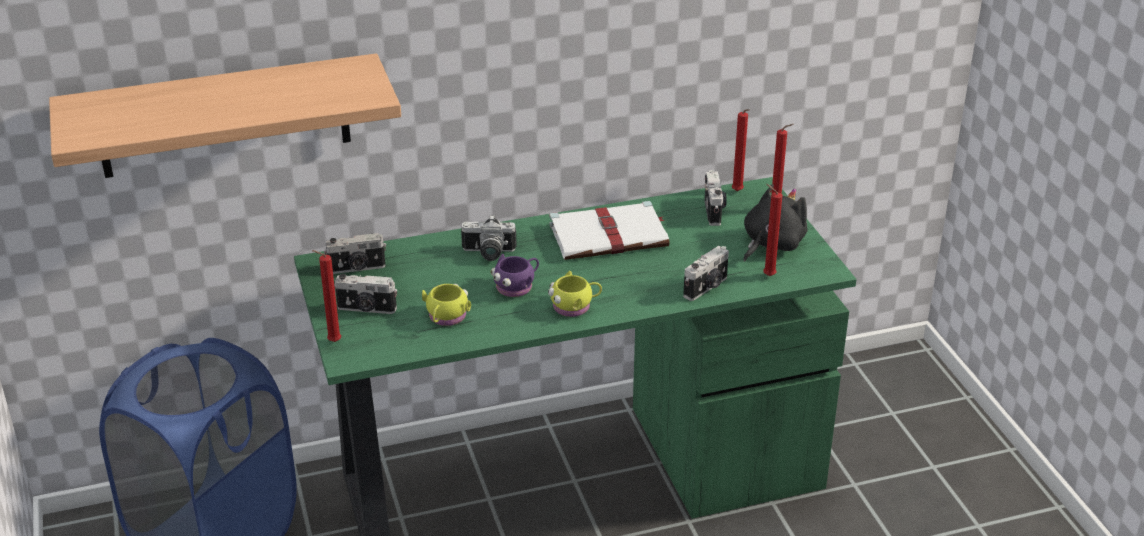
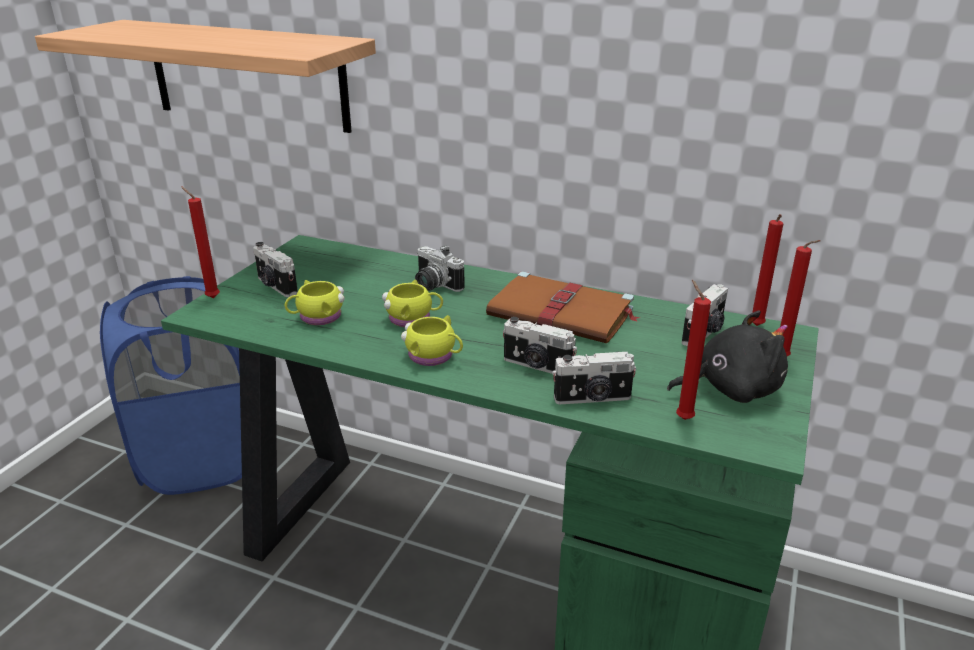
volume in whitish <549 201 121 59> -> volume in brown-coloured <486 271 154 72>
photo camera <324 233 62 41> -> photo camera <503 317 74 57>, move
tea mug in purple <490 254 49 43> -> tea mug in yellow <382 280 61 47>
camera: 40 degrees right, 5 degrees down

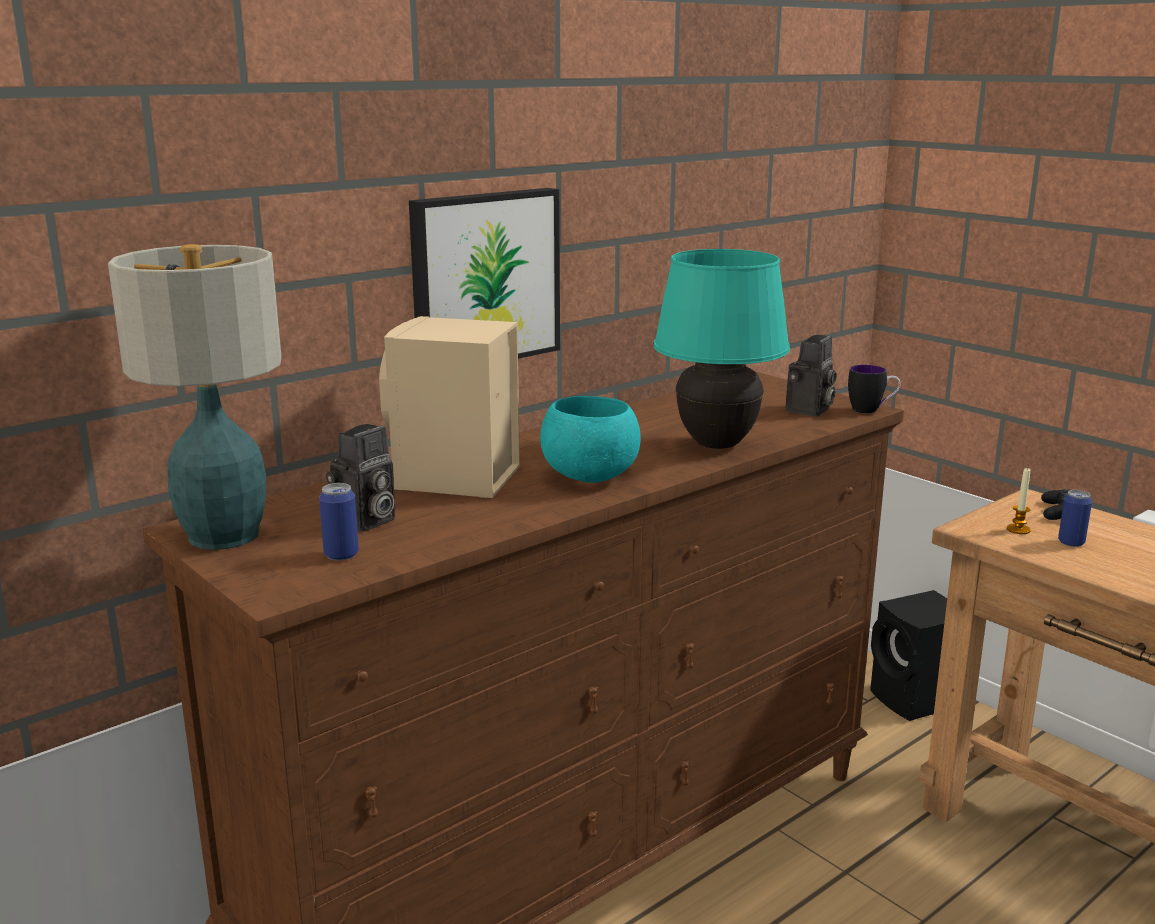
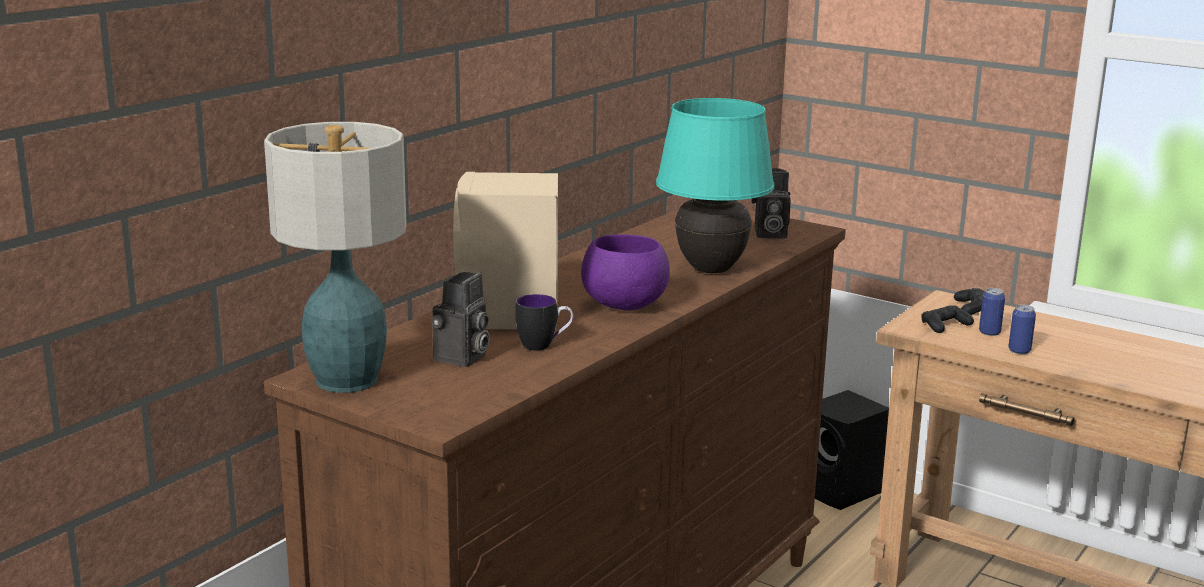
wall art <409 188 151 171> -> none
photo camera <786 335 51 82> -> photo camera <751 168 40 71>, 75 degrees clockwise
tea mug <848 365 53 48> -> tea mug <515 294 58 57>, move
bowl in blue-green <540 396 101 87> -> bowl in purple <581 234 89 76>
candle <1007 467 24 67> -> game controller in black-coloured <921 306 53 27>
can <319 483 40 78> -> can <1008 305 28 49>, move
camera: 15 degrees left, 0 degrees up

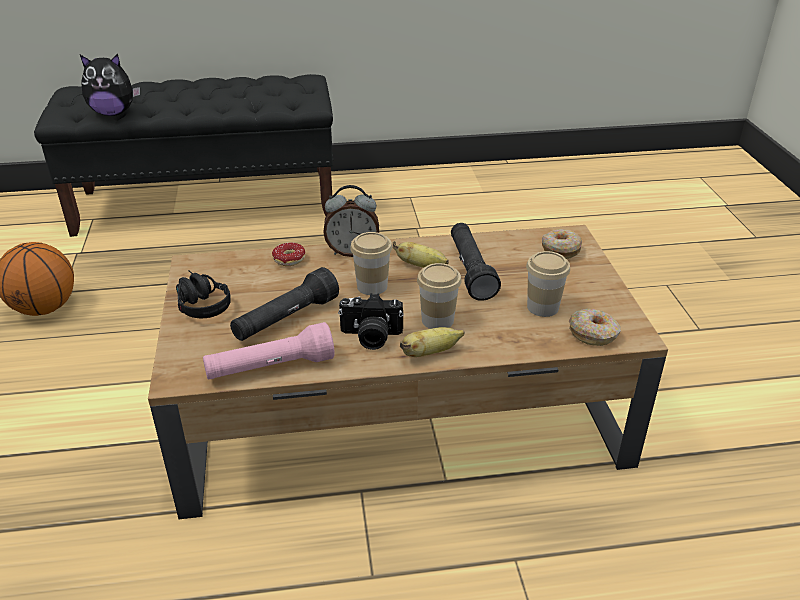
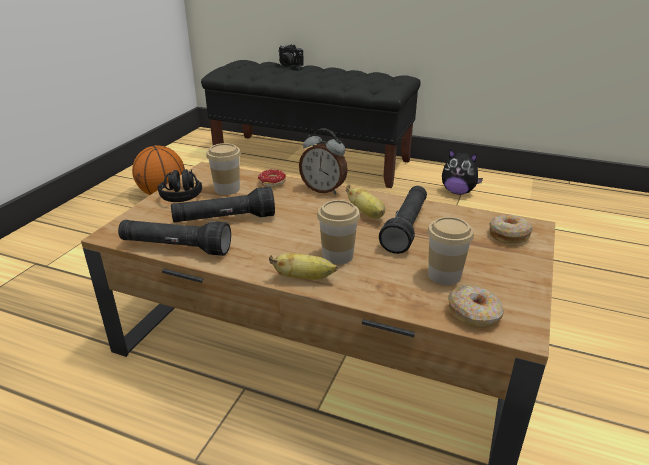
plush toy <80 54 60 62> -> plush toy <442 149 41 46>, move
small cup <350 232 42 63> -> small cup <206 143 35 52>, move
photo camera <338 293 66 57> -> photo camera <278 44 26 22>, move
hand torch in pink <203 322 132 57> -> hand torch in black-coloured <118 220 113 36>
camera: 30 degrees right, 5 degrees down

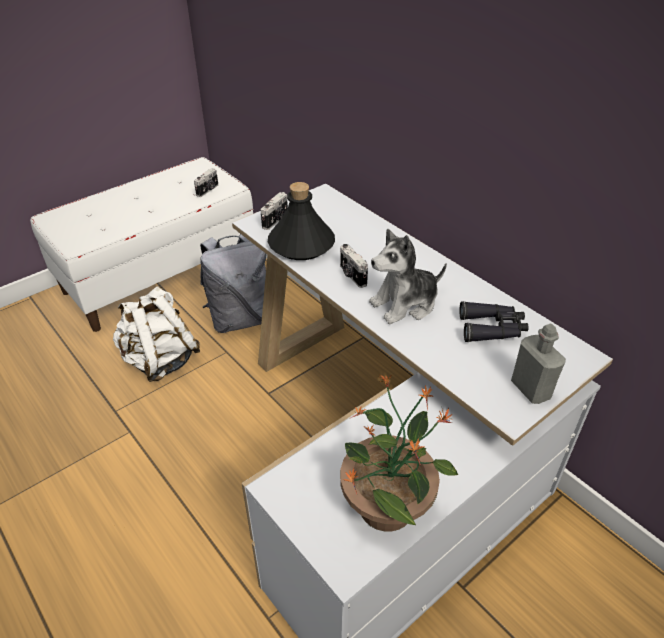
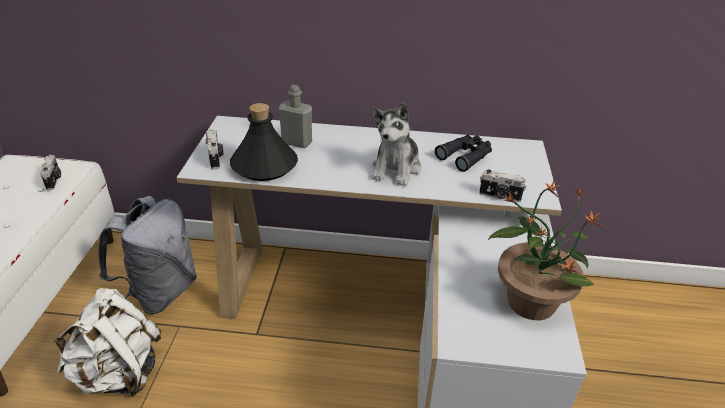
photo camera <340 244 28 44> -> photo camera <479 170 47 32>, move
beverage bottle in grey <511 324 55 80> -> beverage bottle in grey <279 85 33 63>, move
camera: 45 degrees left, 5 degrees down

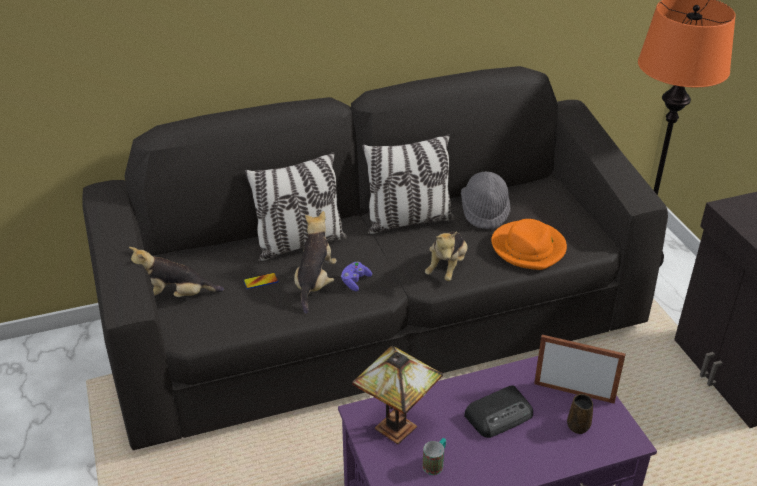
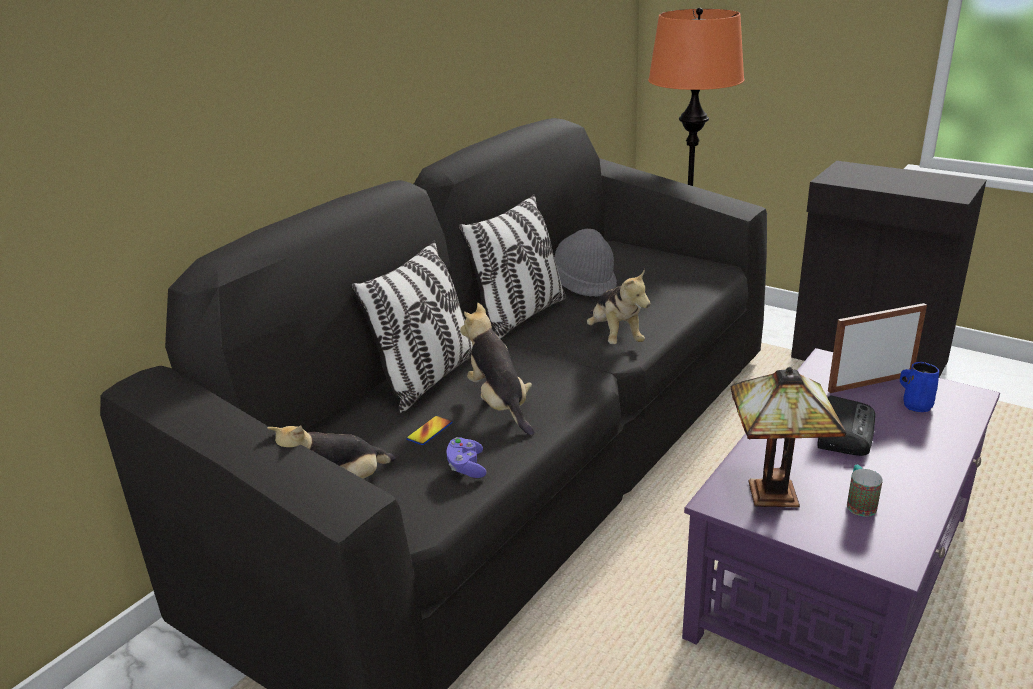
hat in orange <491 219 76 51> -> none
game controller in purple <341 262 31 29> -> game controller in purple <447 437 40 41>, move
tea mug in brown-coloured <567 394 26 40> -> tea mug in bluish <900 362 39 50>
camera: 35 degrees left, 10 degrees down

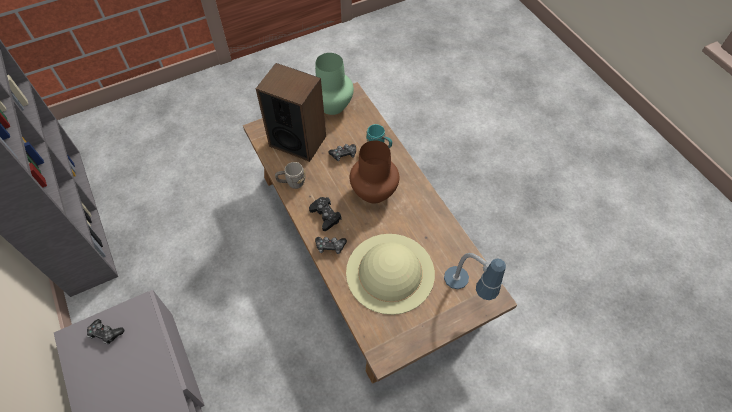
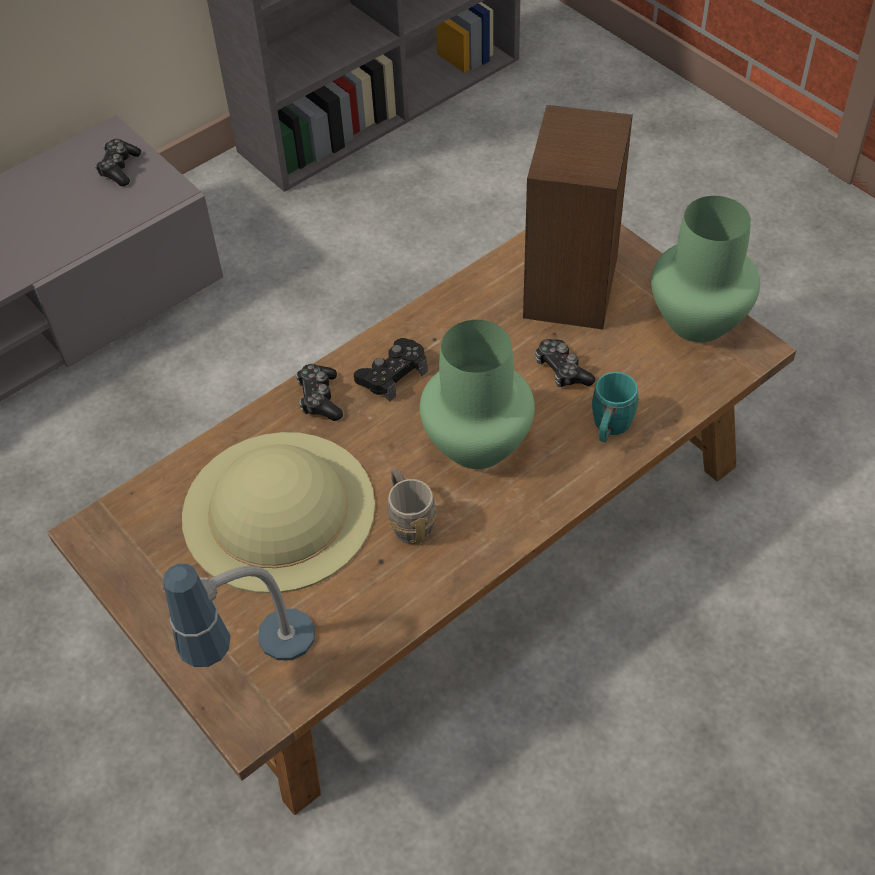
decorative vase in brown-coloured <350 140 49 64> -> decorative vase in green-coloured <420 320 115 149>
tea mug in grey <275 162 30 27> -> tea mug in grey <388 469 49 75>, move
camera: 80 degrees right, 5 degrees down

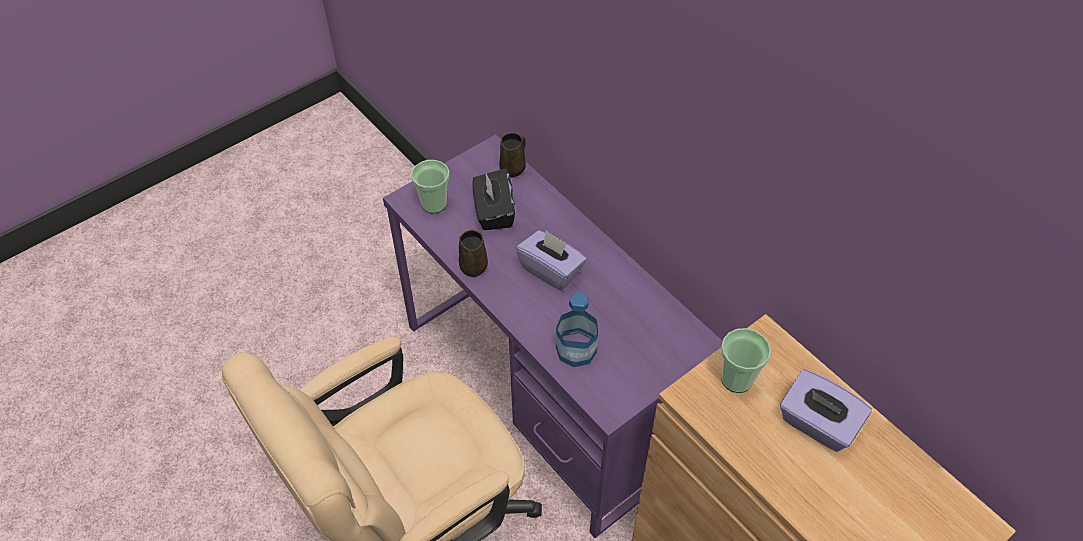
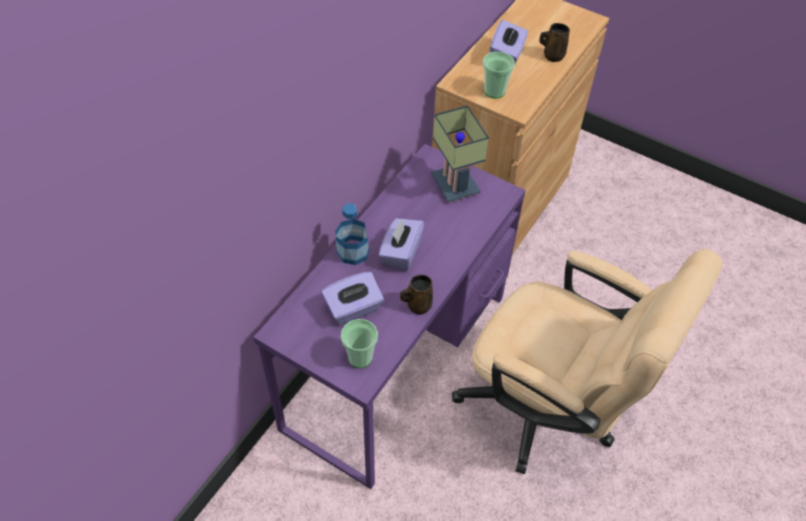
tea mug in brown-coloured <499 133 27 45> -> tea mug in brown-coloured <539 23 31 39>, move
box of tissues in black-coloured <472 168 43 62> -> box of tissues in purple <321 272 63 53>
beverage bottle <556 292 42 75> -> beverage bottle <335 203 34 62>, move
none -> tabletop lamp <431 106 58 96>
camera: 110 degrees left, 0 degrees up

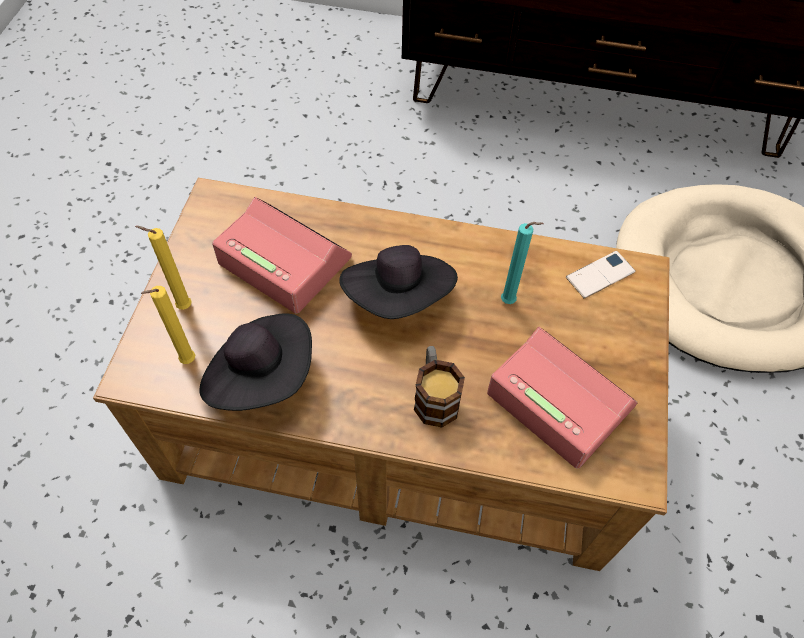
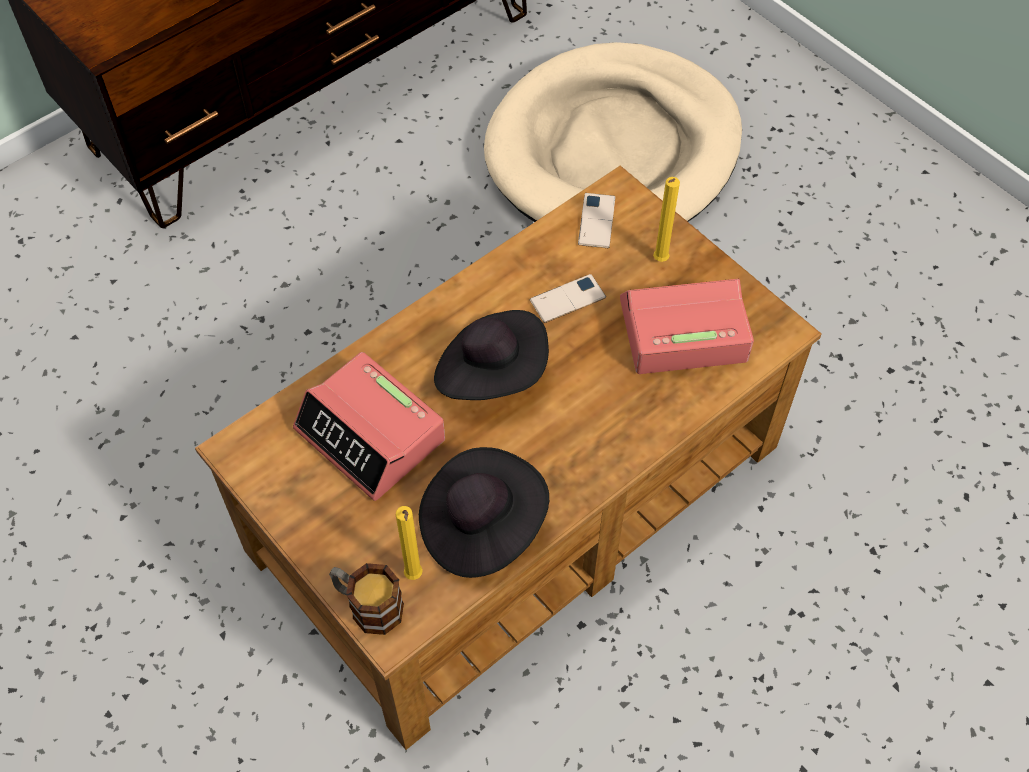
table clock <212 197 140 116> -> table clock <293 352 152 149>, 120 degrees counterclockwise
candle in blue-green <501 222 43 82> -> handset <530 274 76 49>
candle in yellow <135 226 57 84> -> candle in yellow <653 177 27 85>, move
tea mug <414 346 51 82> -> tea mug <329 563 75 72>, move
camera: 50 degrees left, 0 degrees up

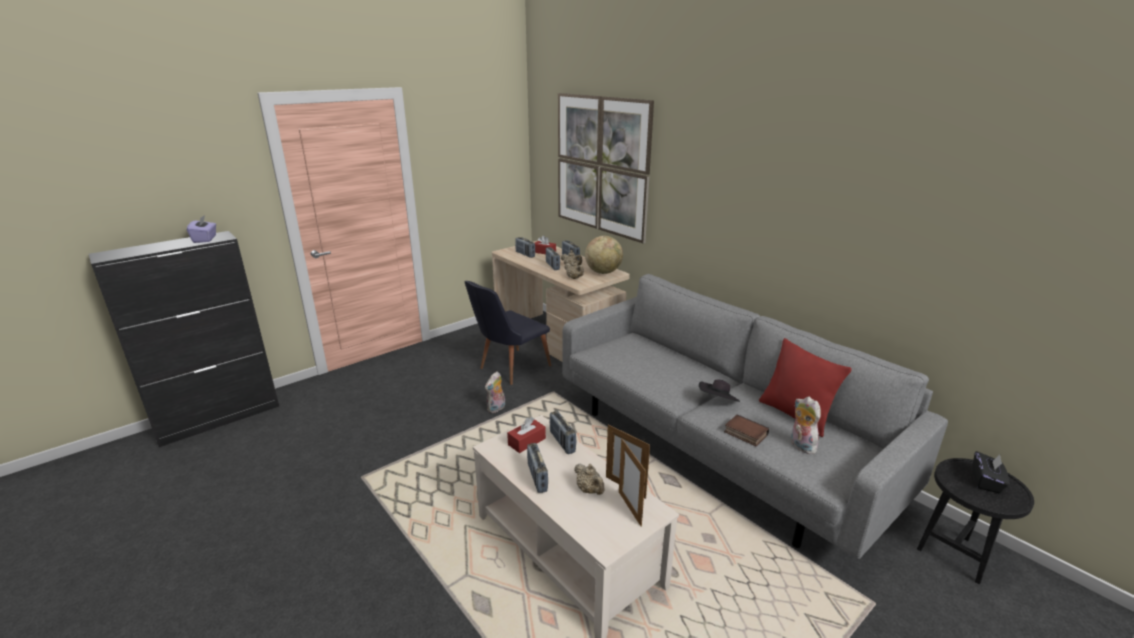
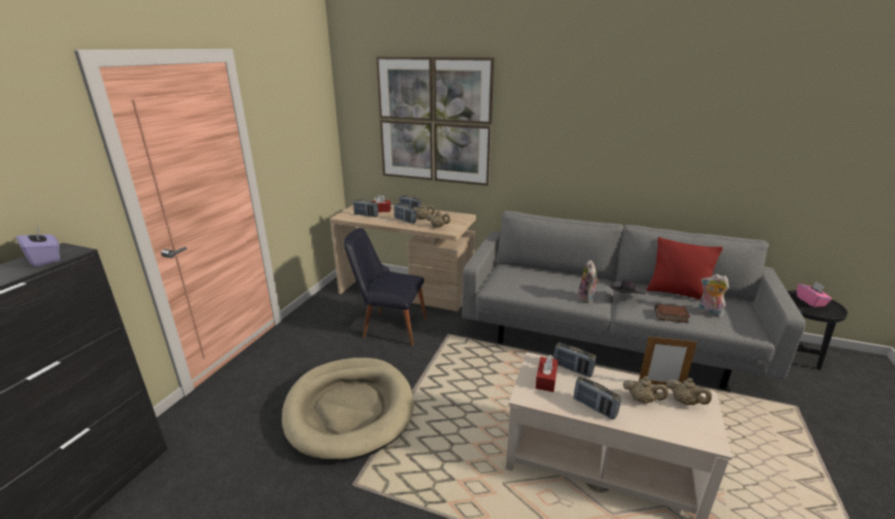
world globe <585 236 38 38> -> none
chair in black-coloured <465 281 86 104> -> chair in black-coloured <344 228 83 118>, 90 degrees clockwise
plush toy <485 371 20 42> -> plush toy <578 260 21 43>, move
standing frame <619 439 27 88> -> pot for tea in beige <666 378 46 27>
box of tissues in black-coloured <973 451 36 42> -> box of tissues in pink <797 281 35 26>
none -> dog cushion in beige <282 358 132 103>
camera: 30 degrees left, 0 degrees up

